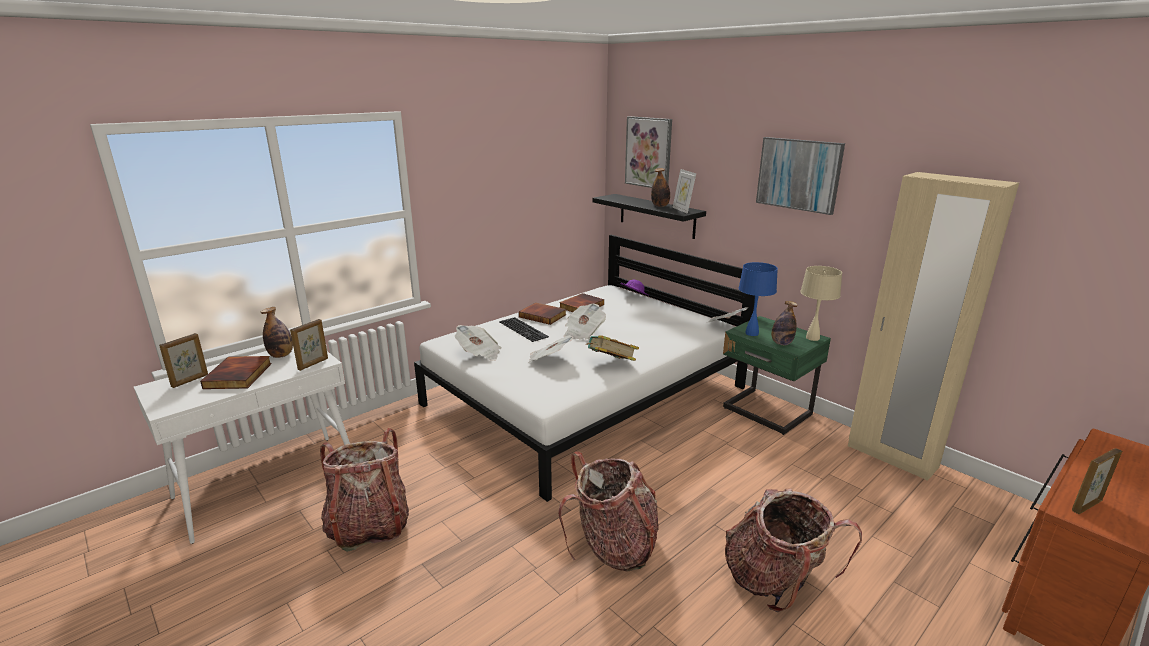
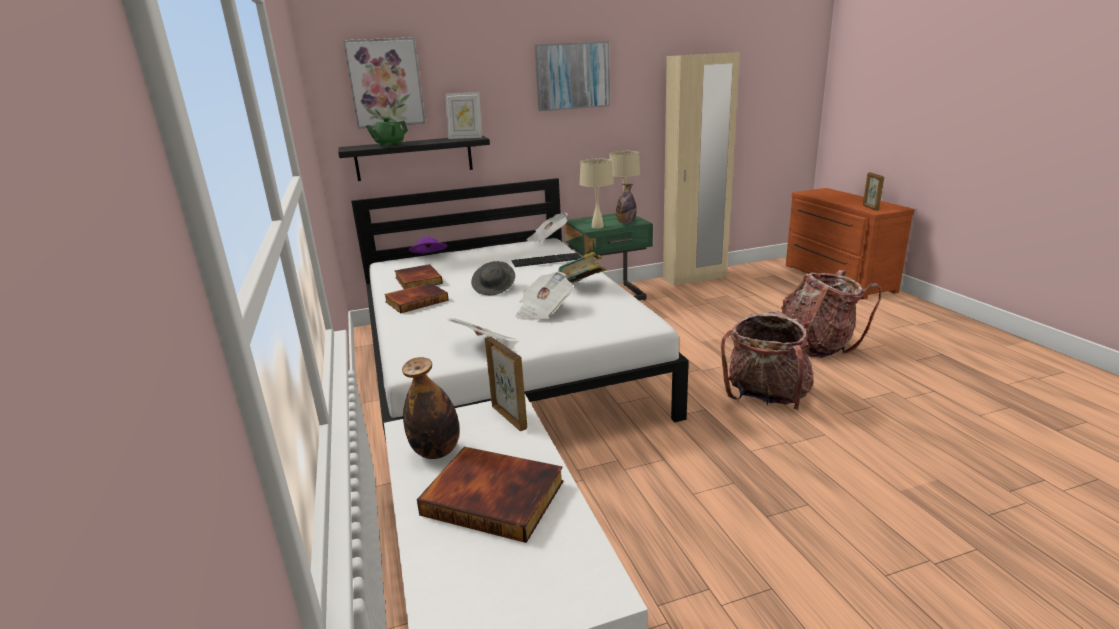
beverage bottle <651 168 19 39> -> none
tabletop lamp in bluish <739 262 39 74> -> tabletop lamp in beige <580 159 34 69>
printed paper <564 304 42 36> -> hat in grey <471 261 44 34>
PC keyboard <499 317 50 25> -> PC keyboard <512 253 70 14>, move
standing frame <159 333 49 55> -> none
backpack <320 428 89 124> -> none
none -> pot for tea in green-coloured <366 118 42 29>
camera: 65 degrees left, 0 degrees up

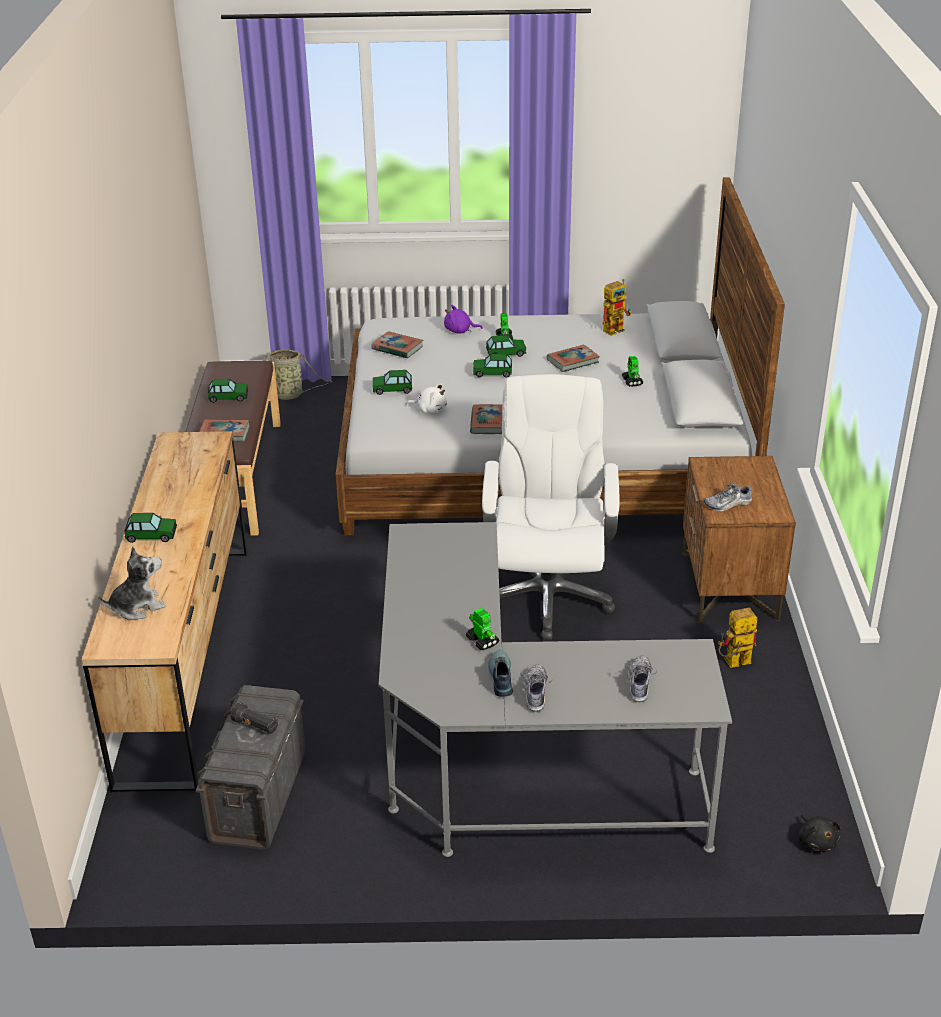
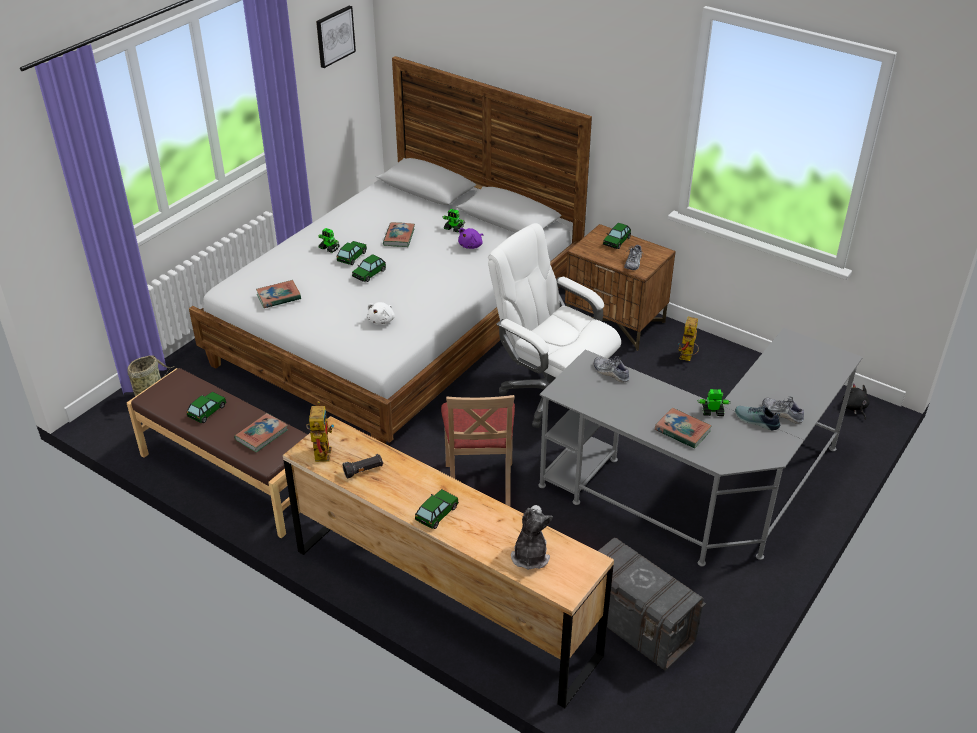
toy robot <602 279 29 57> -> toy robot <306 401 28 61>, move
plush toy in purple <444 305 39 28> -> plush toy in purple <458 228 26 21>, move
toy car <373 370 39 25> -> toy car <603 223 28 26>, move
plush toy in whitish <407 384 40 29> -> plush toy in whitish <367 302 28 23>, 150 degrees clockwise
volume <470 404 32 30> -> volume <655 408 57 41>, move
item of footwear <625 656 32 46> -> item of footwear <594 356 36 26>, move
hand torch in black-coloured <231 702 47 32> -> hand torch in black-coloured <343 454 40 24>, move
plush toy in black-coloured <798 814 43 38> -> plush toy in black-coloured <843 383 27 37>, 120 degrees counterclockwise
none -> wall art <316 6 40 62>
none -> chair in beige <441 395 74 112>
camera: 55 degrees left, 5 degrees up

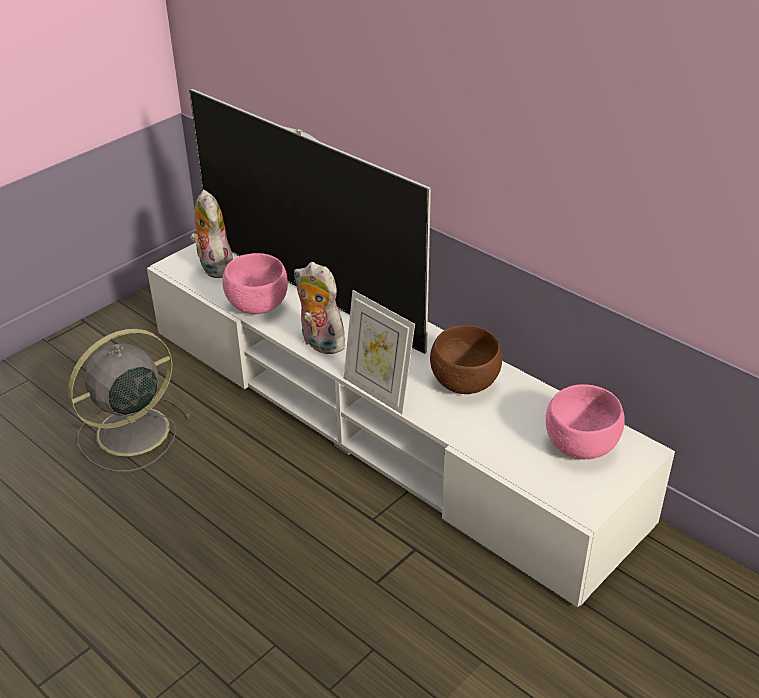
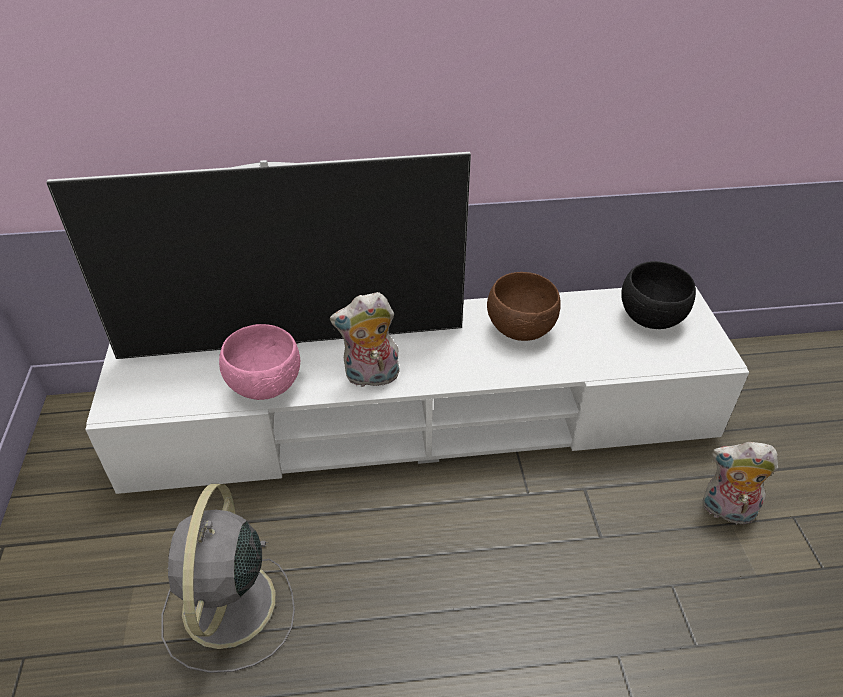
plush toy <190 190 43 88> -> plush toy <703 442 75 86>, move
standing frame <344 290 71 124> -> none
bowl in pink <546 384 79 76> -> bowl in black-coloured <621 261 75 68>
camera: 50 degrees left, 5 degrees up

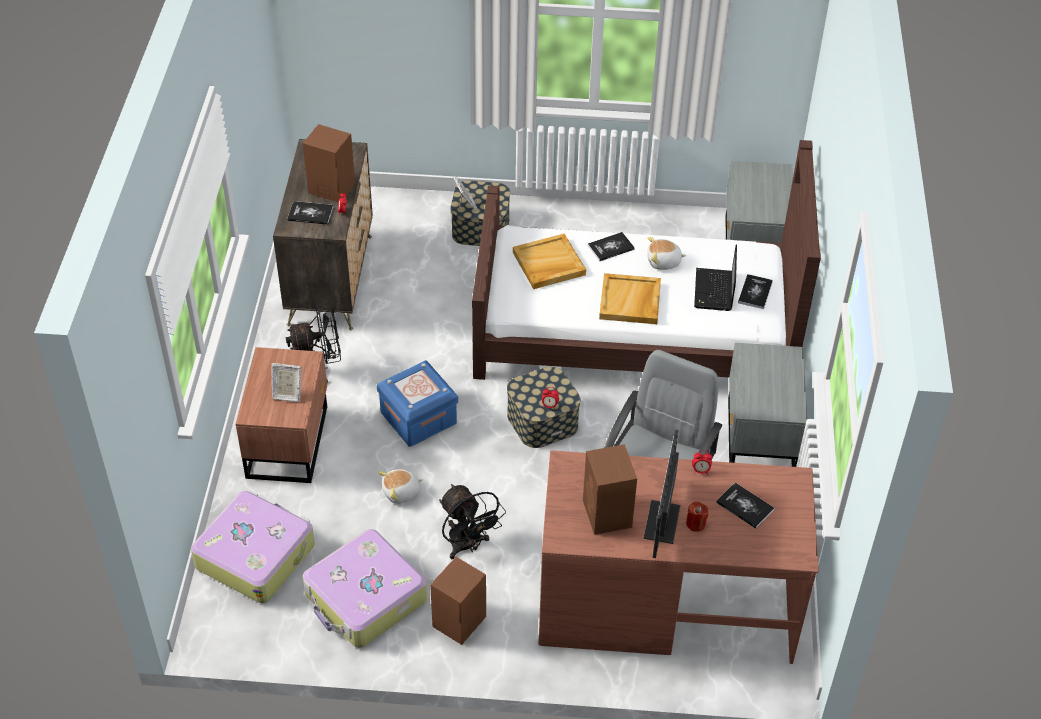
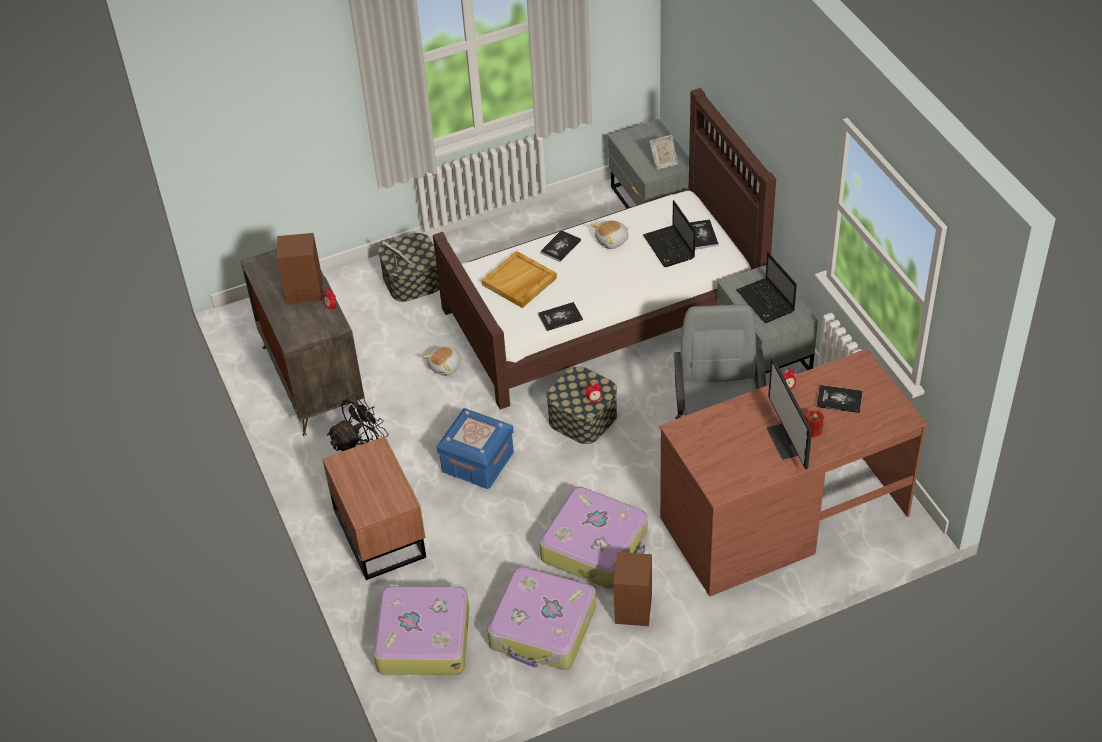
volume <287 201 46 24> -> volume <538 302 45 29>, move
serving tray in beige <599 273 62 51> -> none
standing frame <271 363 31 39> -> standing frame <649 135 29 35>, move
speaker in brown-coloured <583 444 54 91> -> none
plush toy <378 469 45 35> -> plush toy <423 346 38 30>, move
fan in black-coloured <439 484 67 75> -> suitcase <539 487 109 102>
none -> laptop <736 252 61 71>
camera: 25 degrees left, 0 degrees up

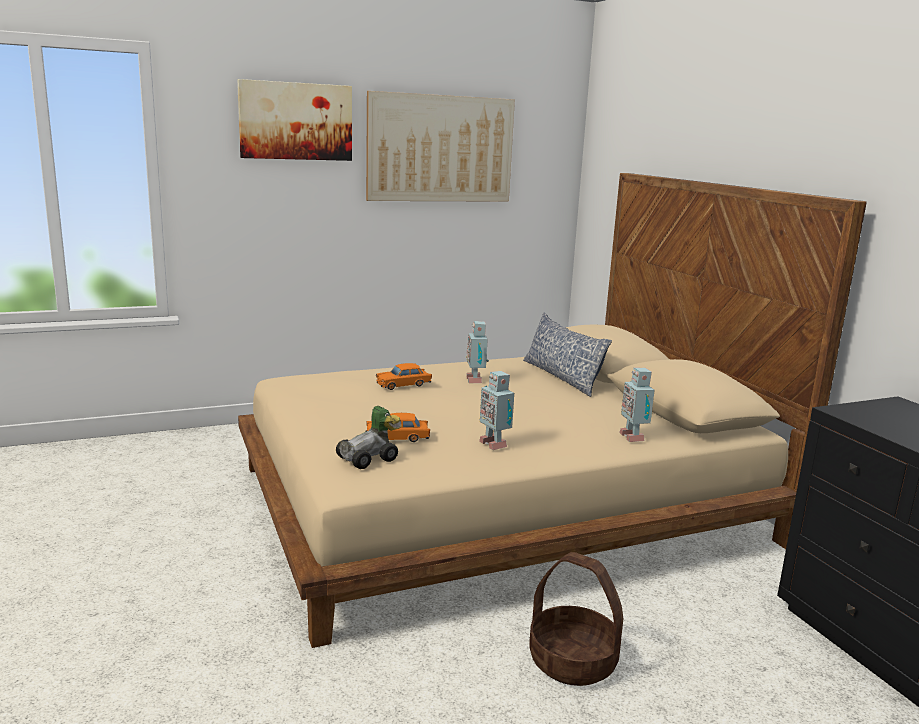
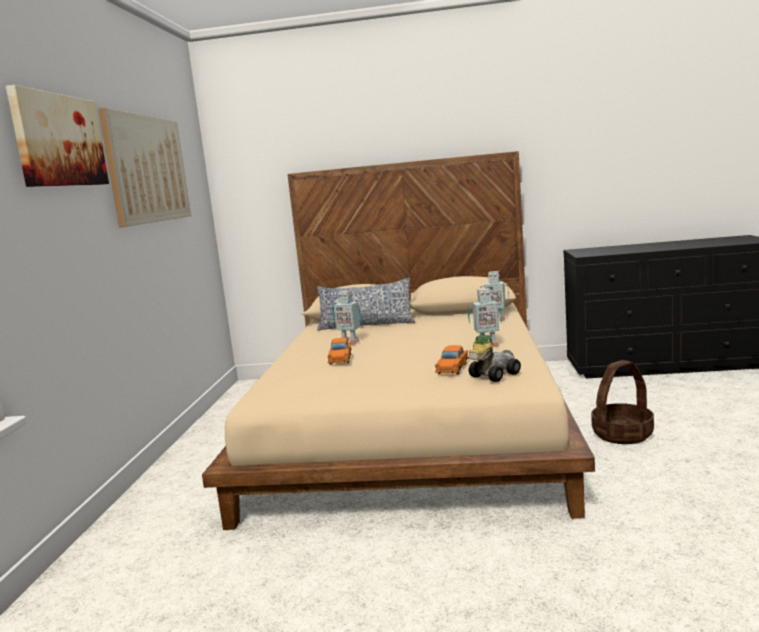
toy car <336 406 66 63> -> toy car <469 335 52 47>, 120 degrees counterclockwise
camera: 60 degrees left, 5 degrees down

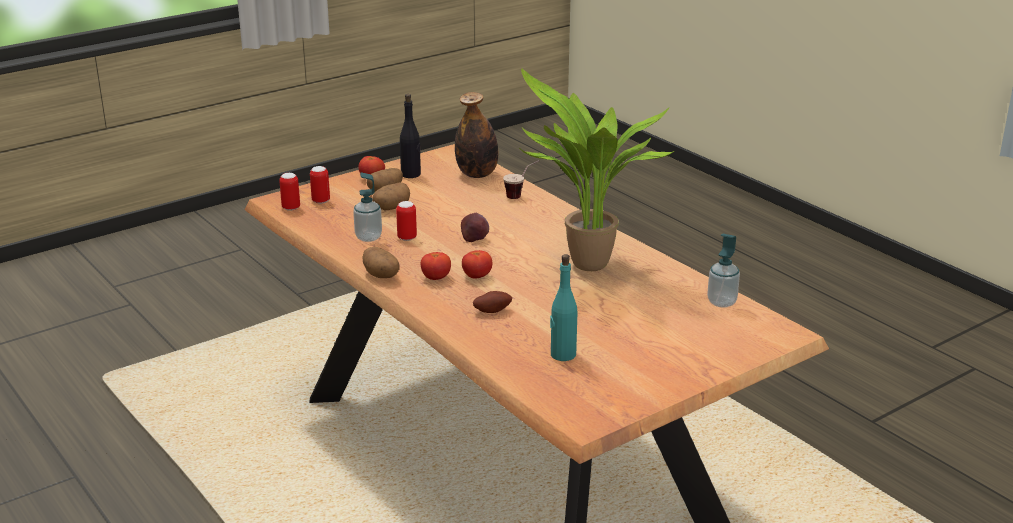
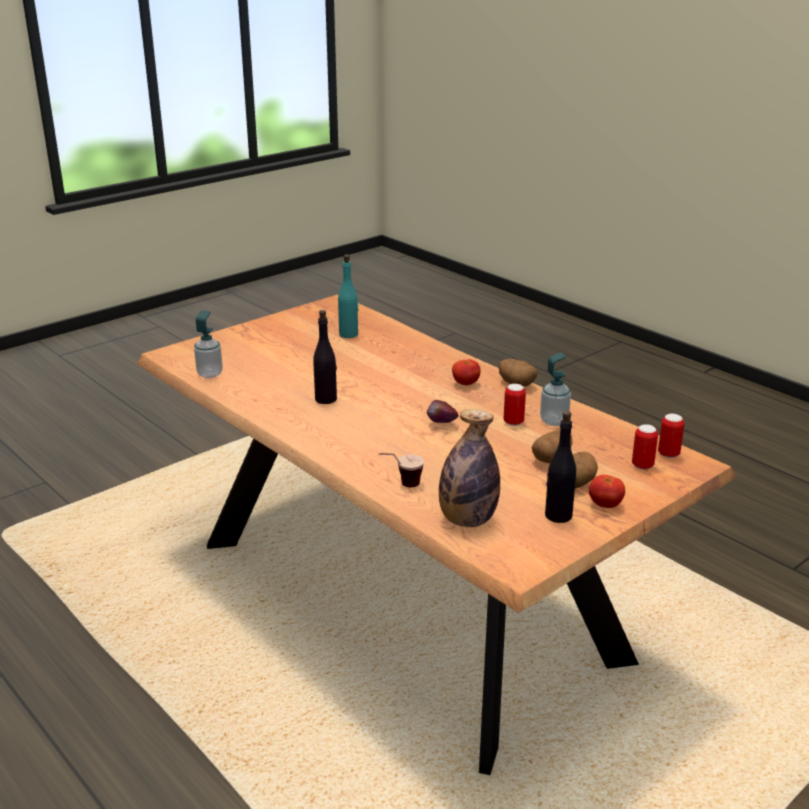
plant in a pot <519 69 157 202> -> beverage bottle in black-coloured <313 310 24 94>
tomato <462 250 31 28> -> none
potato <473 291 39 22> -> none
camera: 175 degrees right, 0 degrees up

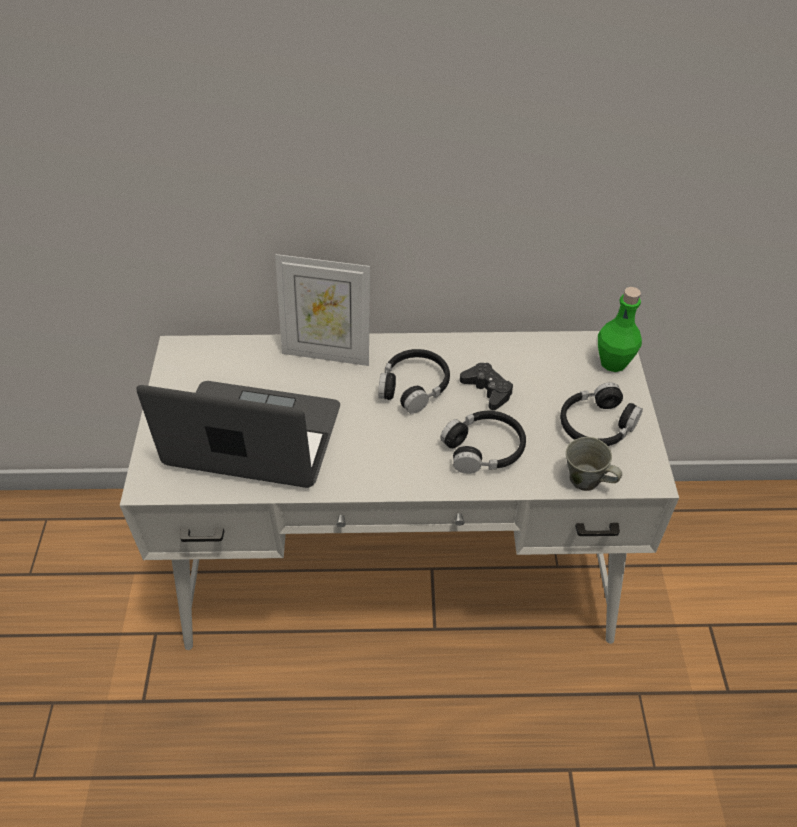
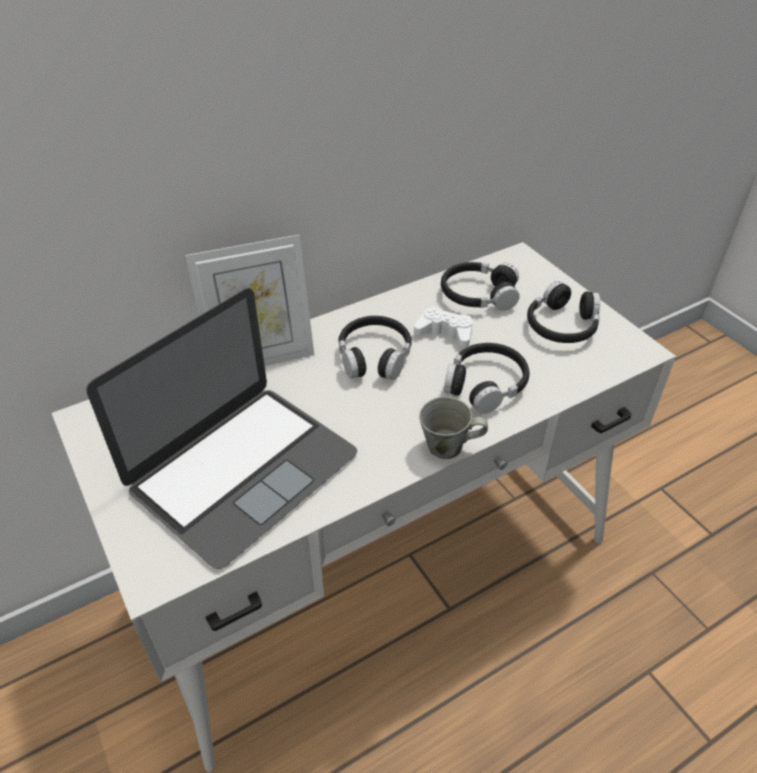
beverage bottle in green-coloured <598 287 44 85> -> none
game controller in black-coloured <460 363 53 47> -> game controller in whitish <414 307 59 41>
laptop <137 381 203 107> -> laptop <86 288 271 281>, 150 degrees clockwise
tea mug in grey <566 437 56 54> -> tea mug in grey <419 397 69 62>, move
none -> headset in black-coloured <441 262 79 49>
camera: 30 degrees left, 5 degrees down

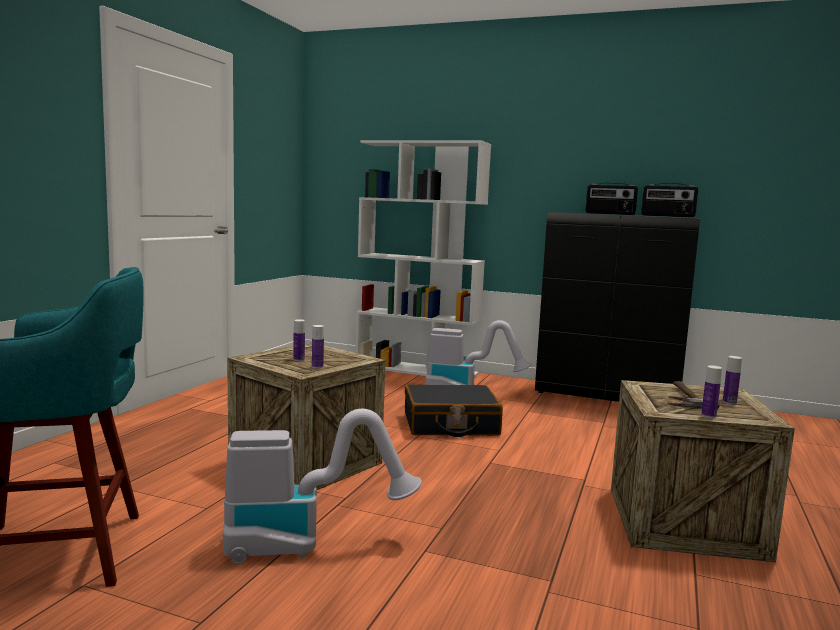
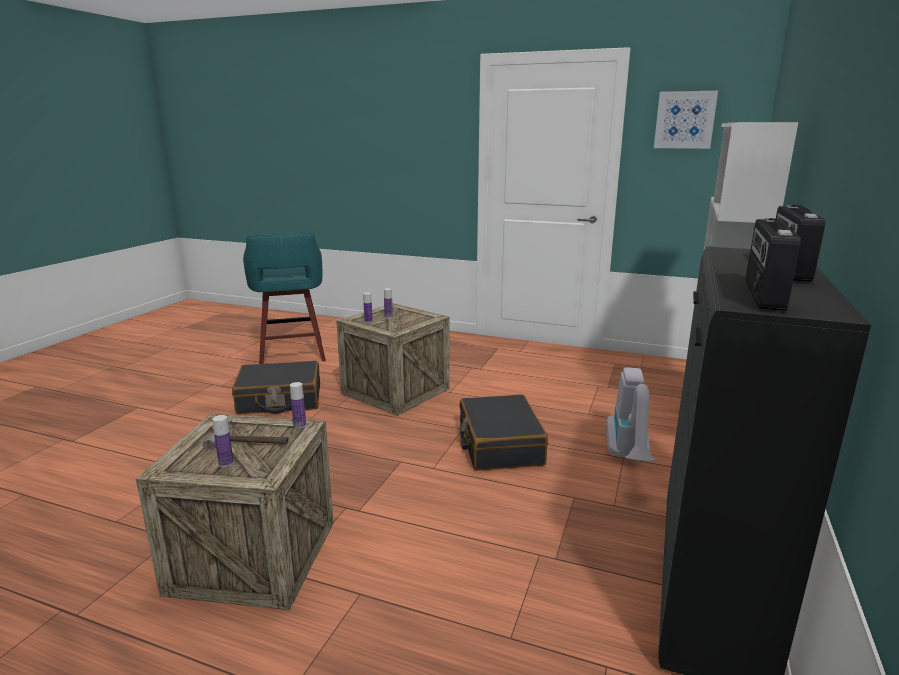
beverage bottle <701 365 21 53> -> beverage bottle <290 382 16 47>, move
hoover <223 409 199 155> -> suitcase in black-coloured <232 361 88 53>
none -> wall art <654 91 64 58>
camera: 90 degrees right, 10 degrees up

